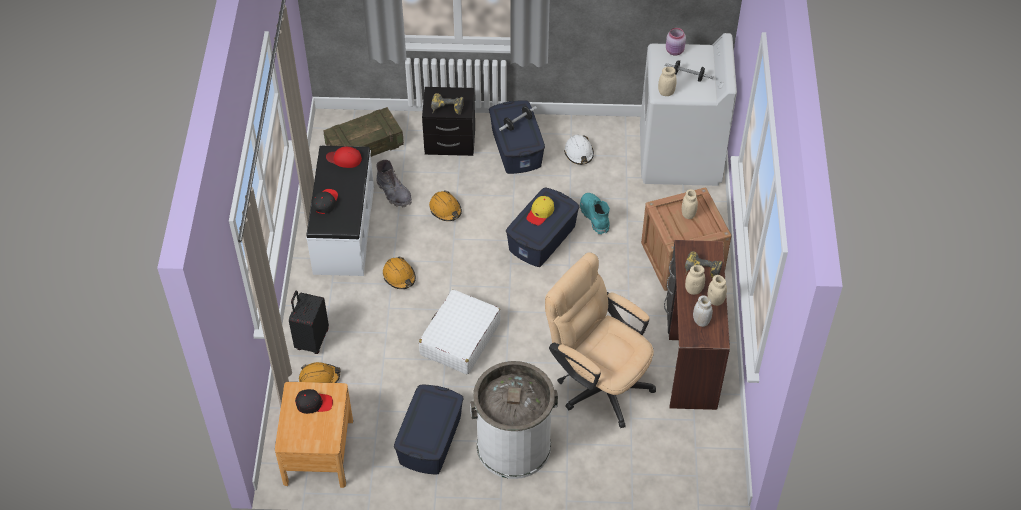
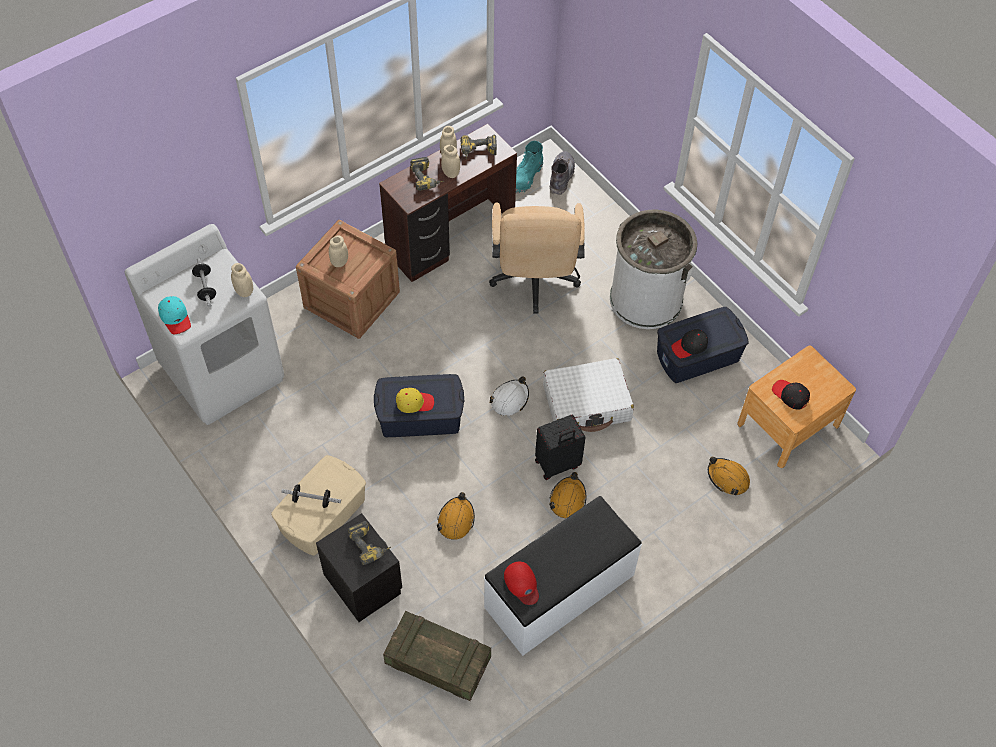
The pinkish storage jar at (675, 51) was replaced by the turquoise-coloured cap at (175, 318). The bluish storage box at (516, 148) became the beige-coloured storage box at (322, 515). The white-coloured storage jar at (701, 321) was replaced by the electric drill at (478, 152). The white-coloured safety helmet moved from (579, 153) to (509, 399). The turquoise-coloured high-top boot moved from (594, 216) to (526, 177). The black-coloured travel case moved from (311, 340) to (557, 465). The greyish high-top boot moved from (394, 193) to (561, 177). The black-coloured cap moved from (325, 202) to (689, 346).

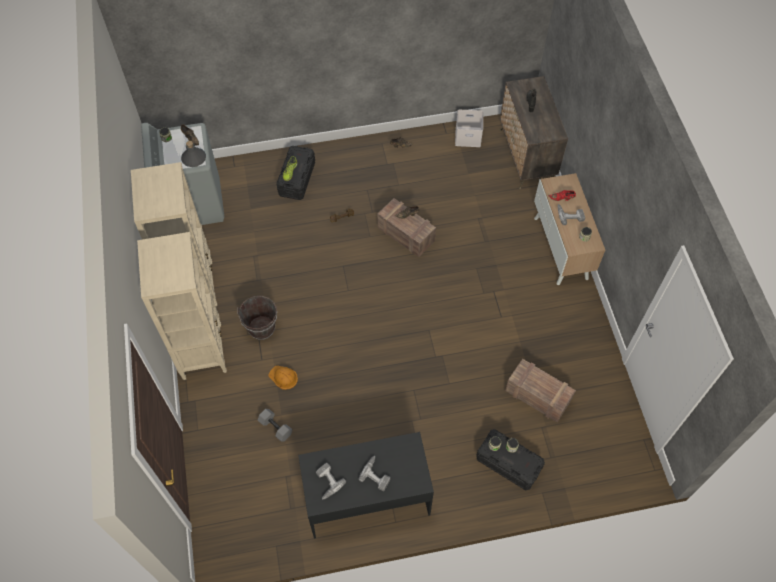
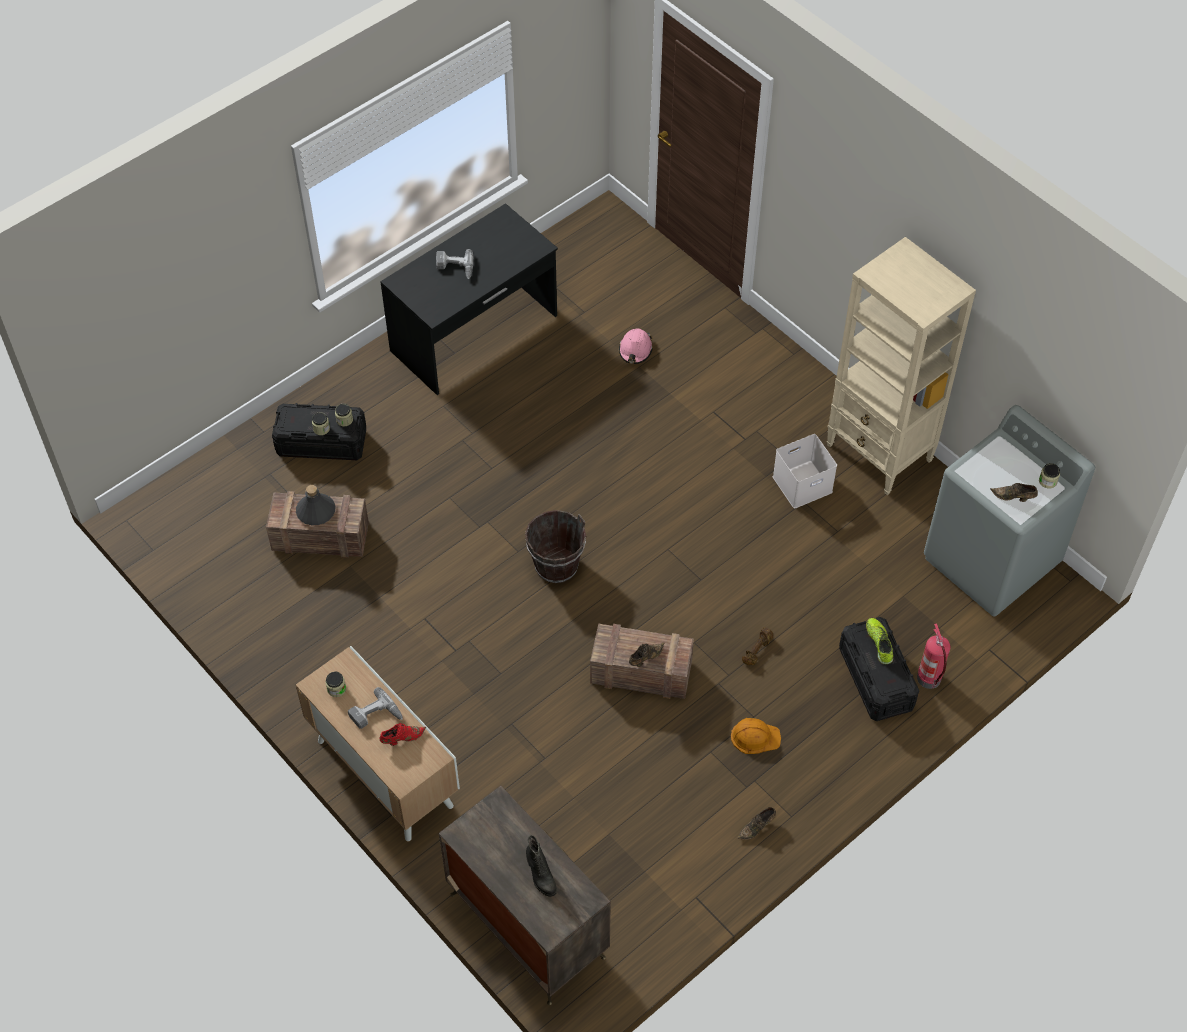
The greyish beverage bottle moved from (194, 159) to (315, 511). The brown bucket moved from (261, 328) to (556, 565). The greyish free weight at (275, 428) was replaced by the pinkish safety helmet at (635, 350). The orange safety helmet moved from (283, 377) to (755, 737). The white-coloured storage box moved from (468, 136) to (802, 485). The fire-fighting cylinder at (929, 679) appeared. The beige-coloured shelving unit at (202, 351) disappeared. The electric drill at (326, 482) disappeared.

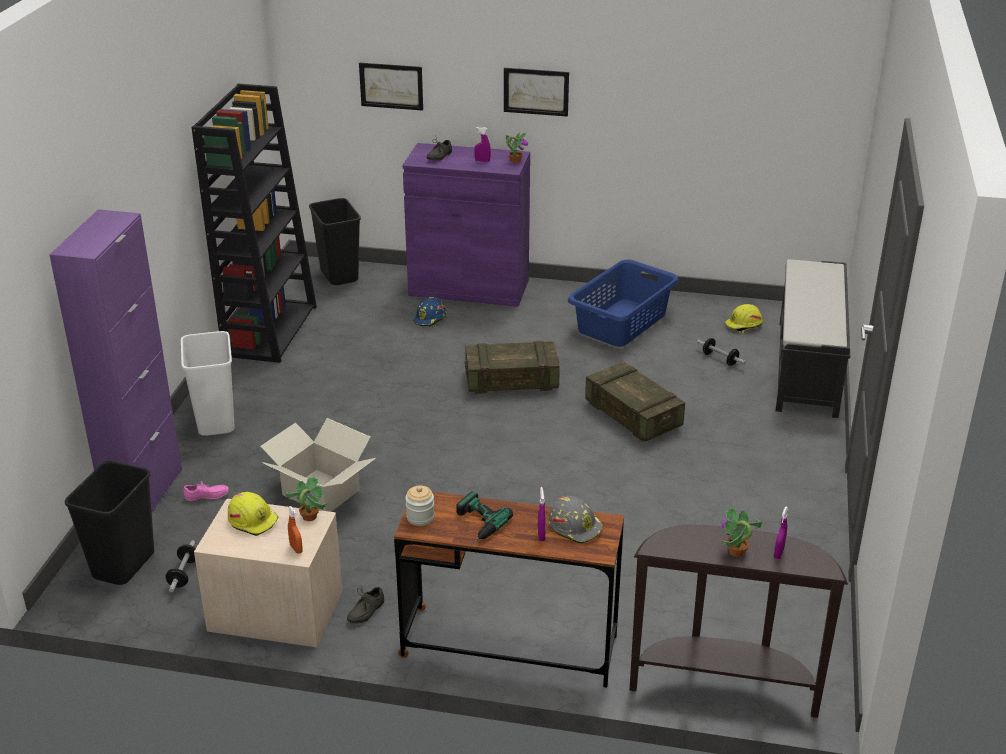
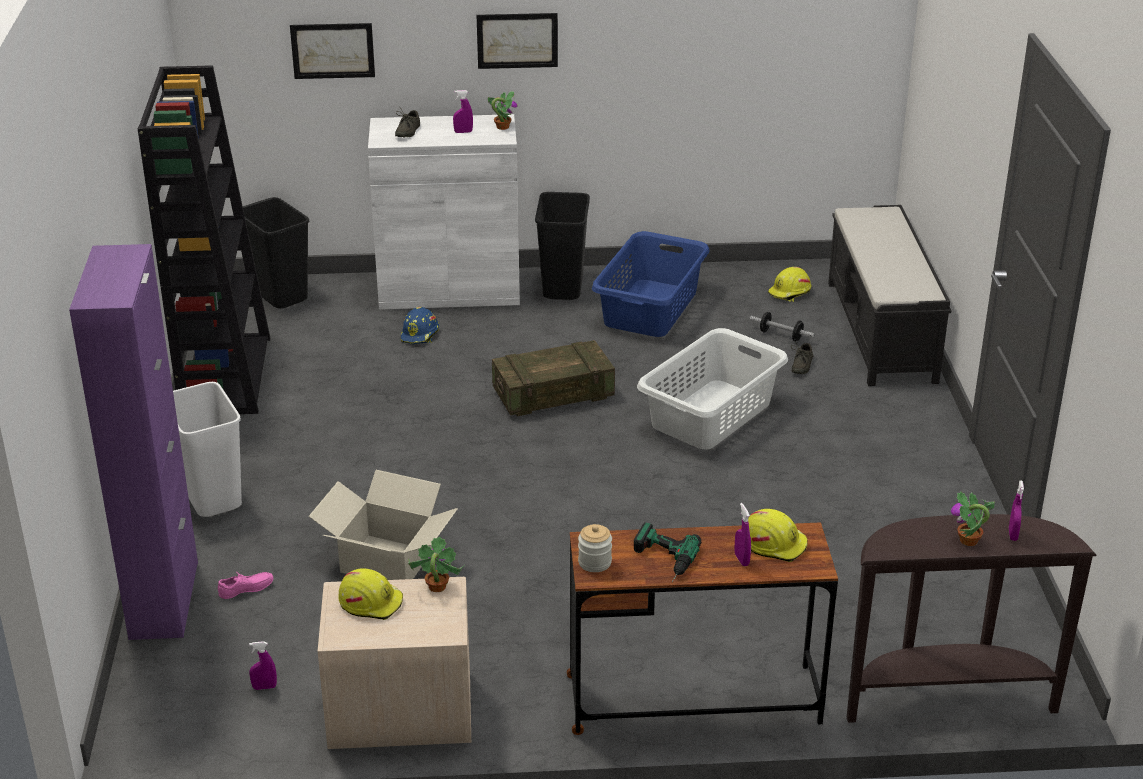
The free weight at (183, 574) was replaced by the purple hand sprayer at (264, 687). The purple cupboard at (469, 288) became the white-coloured cupboard at (449, 290). The black-coloured waste bin moved from (124, 566) to (563, 288). The crate at (633, 415) was replaced by the white-coloured washing basket at (712, 414). The greyish safety helmet at (575, 526) became the yellowish safety helmet at (774, 543). The greyish low shoe moved from (364, 611) to (800, 366). The orange hand sprayer at (296, 549) disappeared.

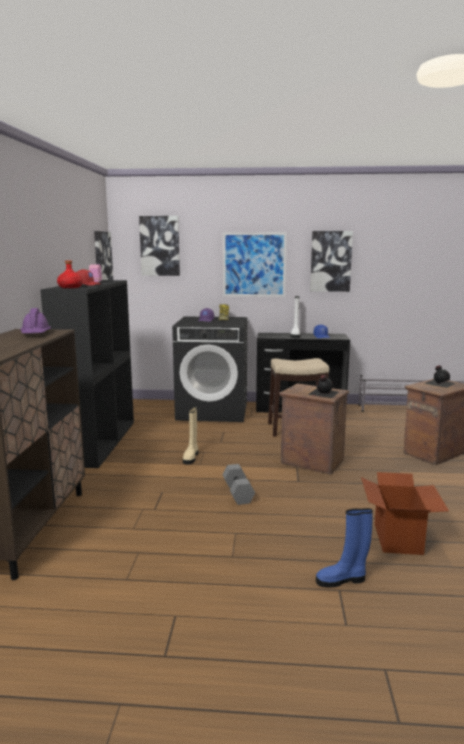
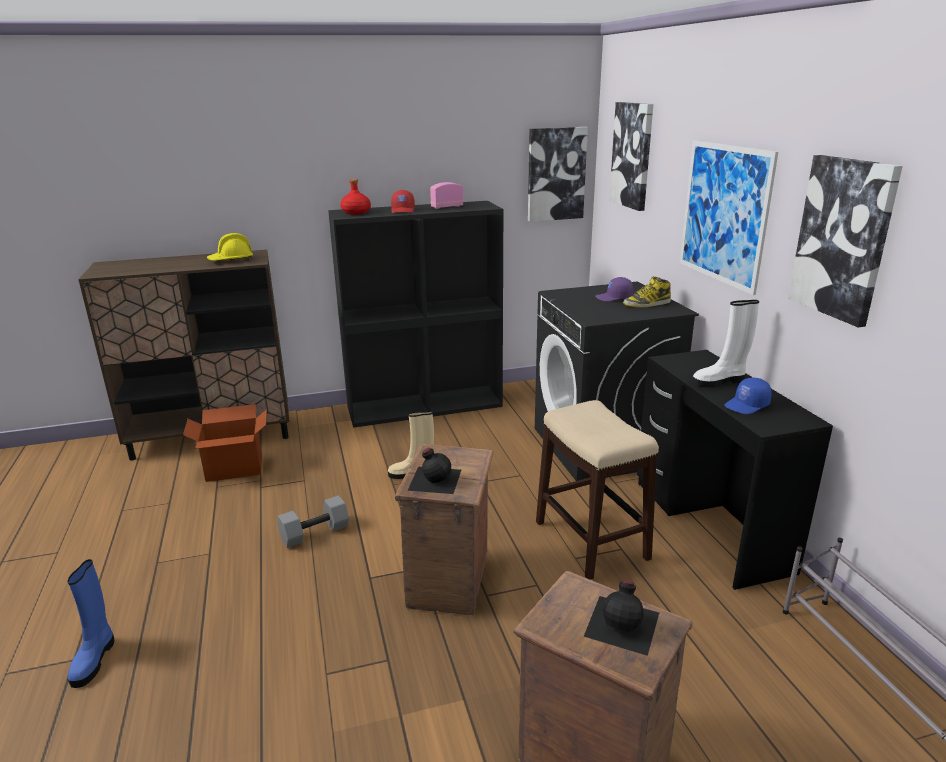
The bluish high-top boot at (342, 580) turned 150 degrees counterclockwise. The cardboard box moved from (398, 538) to (234, 469). The purple safety helmet at (36, 334) became the yellowish safety helmet at (231, 260).

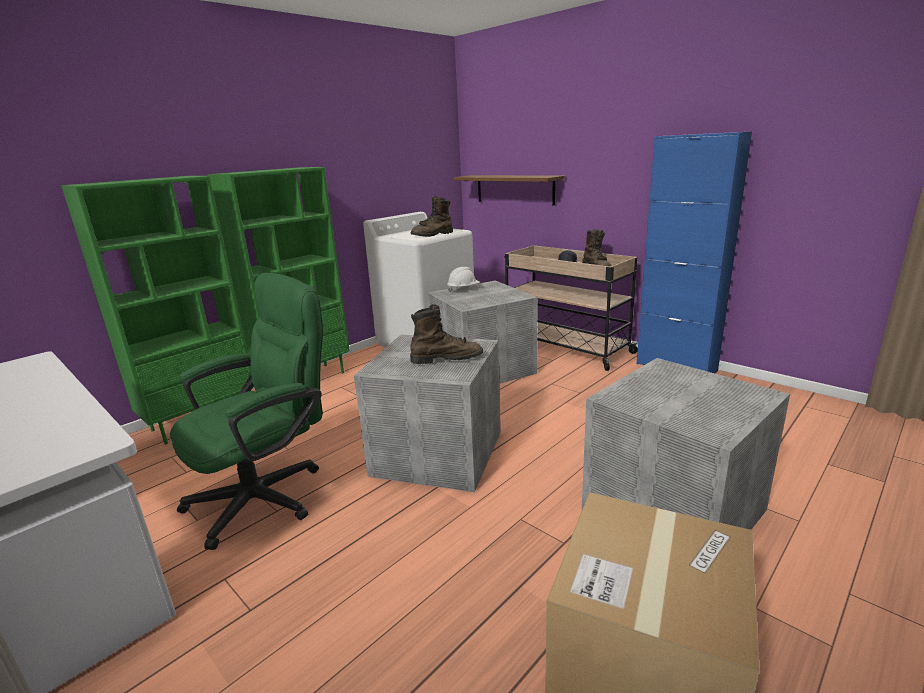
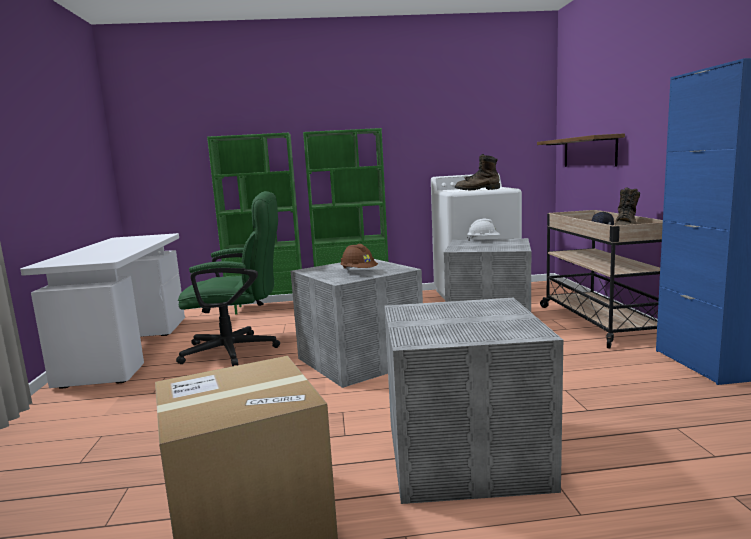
The brown high-top boot at (446, 359) was replaced by the brown safety helmet at (359, 272).

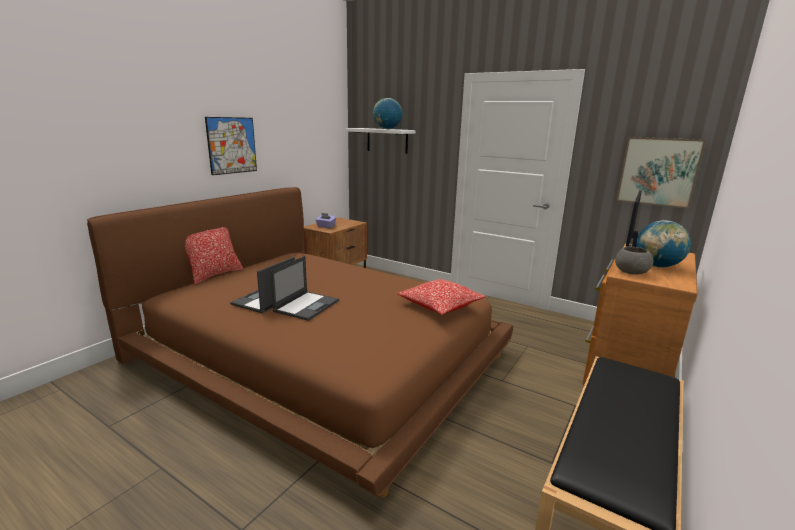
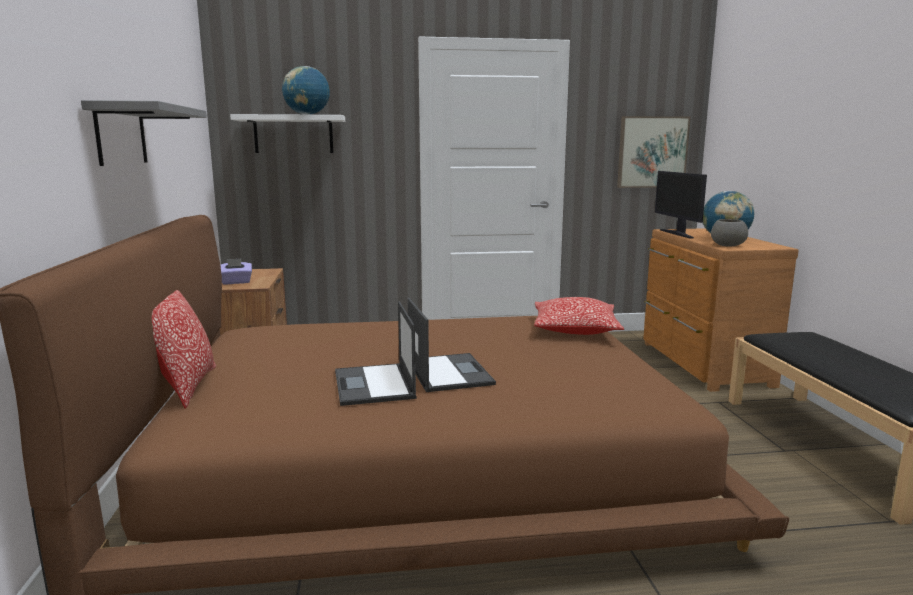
The picture at (232, 145) was replaced by the greyish bracket shelf at (121, 135).

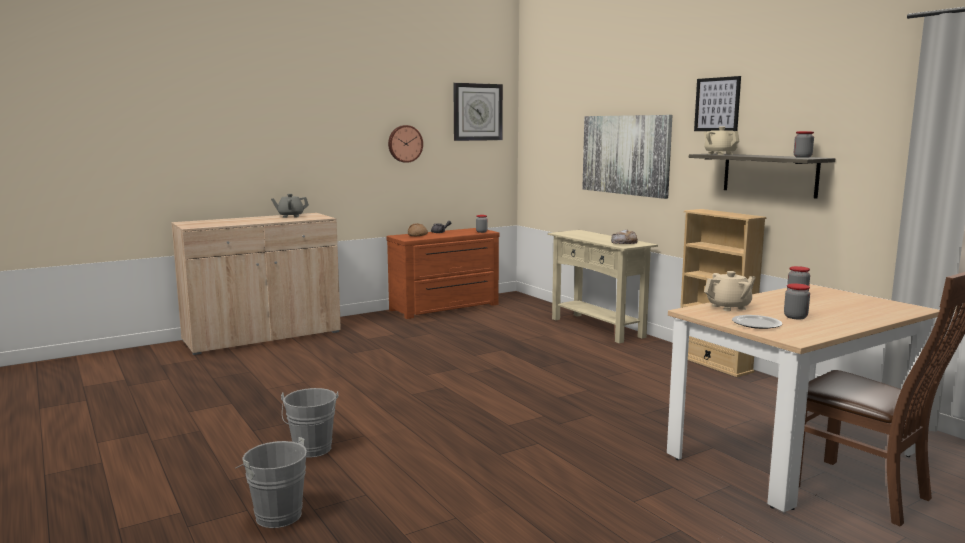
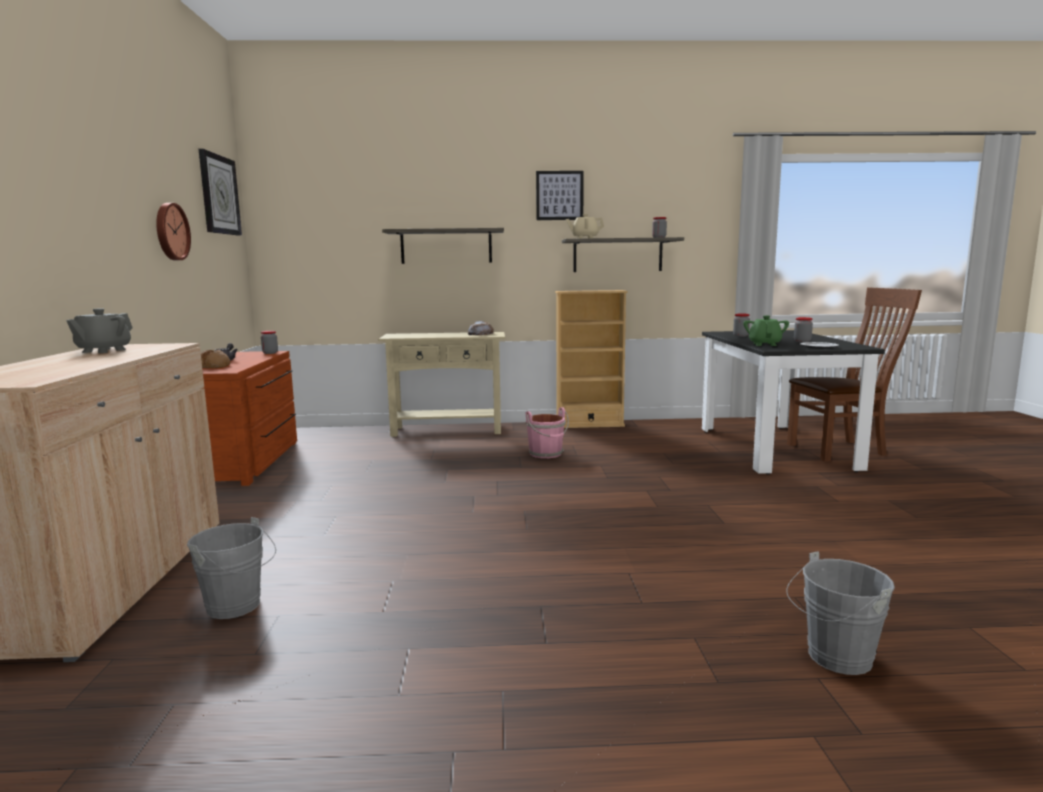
The greyish bucket moved from (311, 451) to (238, 607). The picture at (625, 155) was replaced by the bracket shelf at (446, 246). The pinkish bucket at (546, 454) appeared. The beige-coloured dining table at (792, 454) became the black-coloured dining table at (774, 448). The beige-coloured tea pot at (729, 307) became the greenish tea pot at (764, 344).

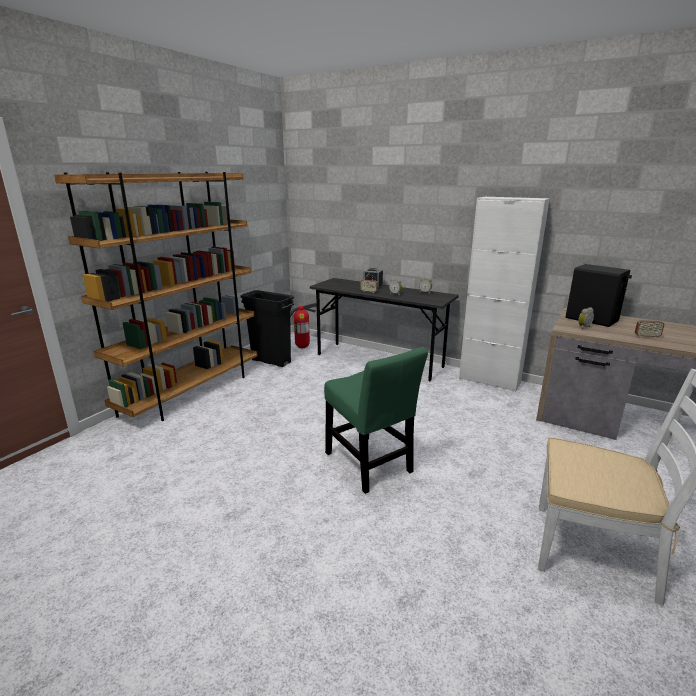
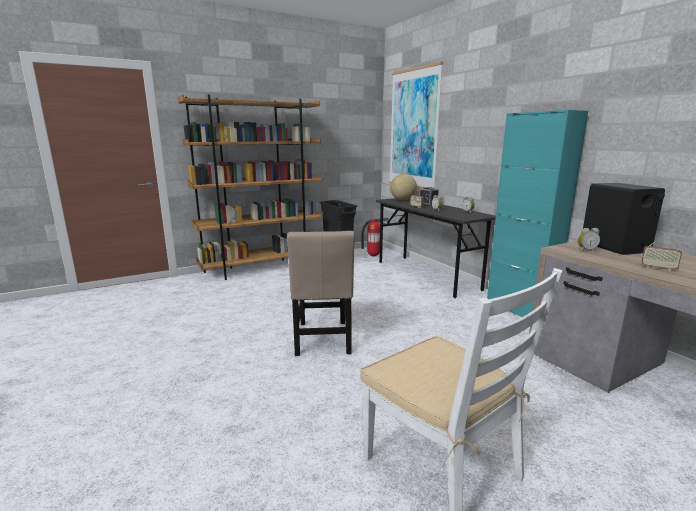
The greenish plain chair at (370, 465) became the beige-coloured plain chair at (323, 340). The picture at (414, 129) appeared. The desk globe at (402, 200) appeared. The white-coloured cupboard at (489, 380) became the turquoise-coloured cupboard at (519, 309).

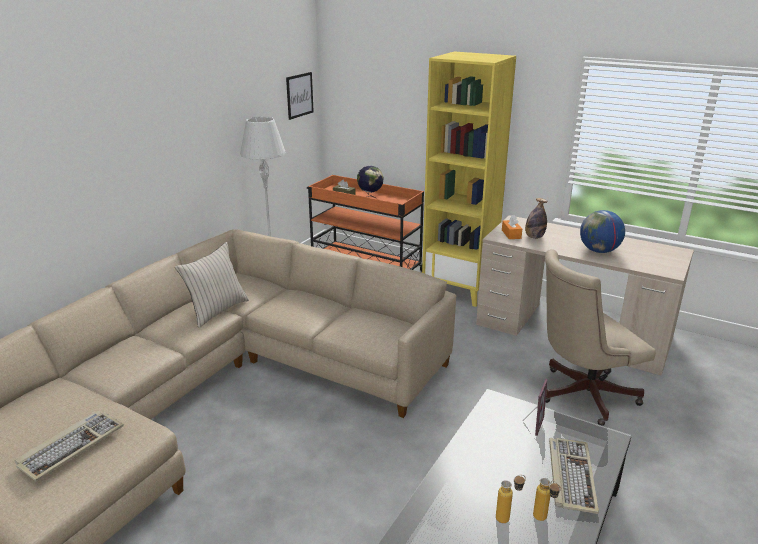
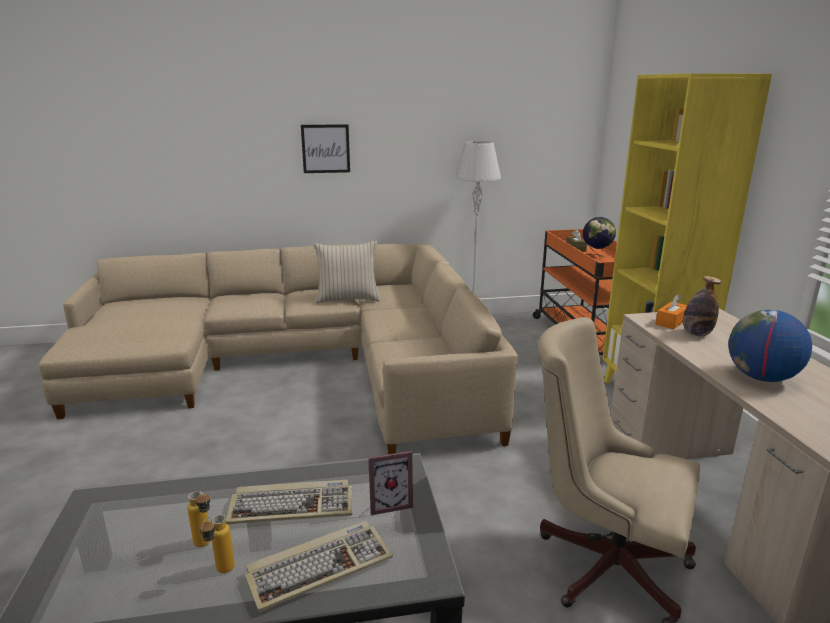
The keyboard moved from (71, 446) to (293, 505). The picture moved from (299, 95) to (325, 148).

